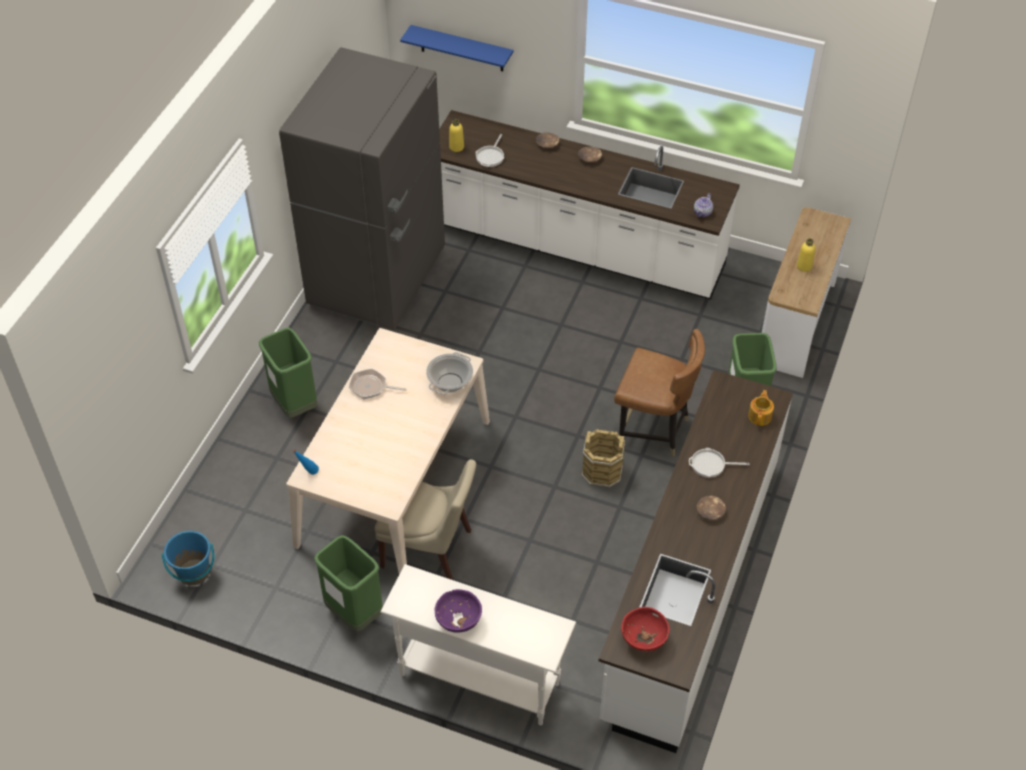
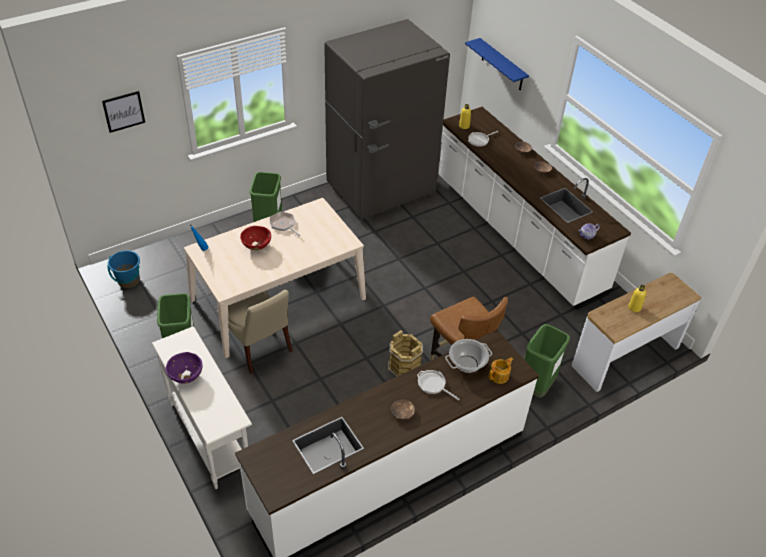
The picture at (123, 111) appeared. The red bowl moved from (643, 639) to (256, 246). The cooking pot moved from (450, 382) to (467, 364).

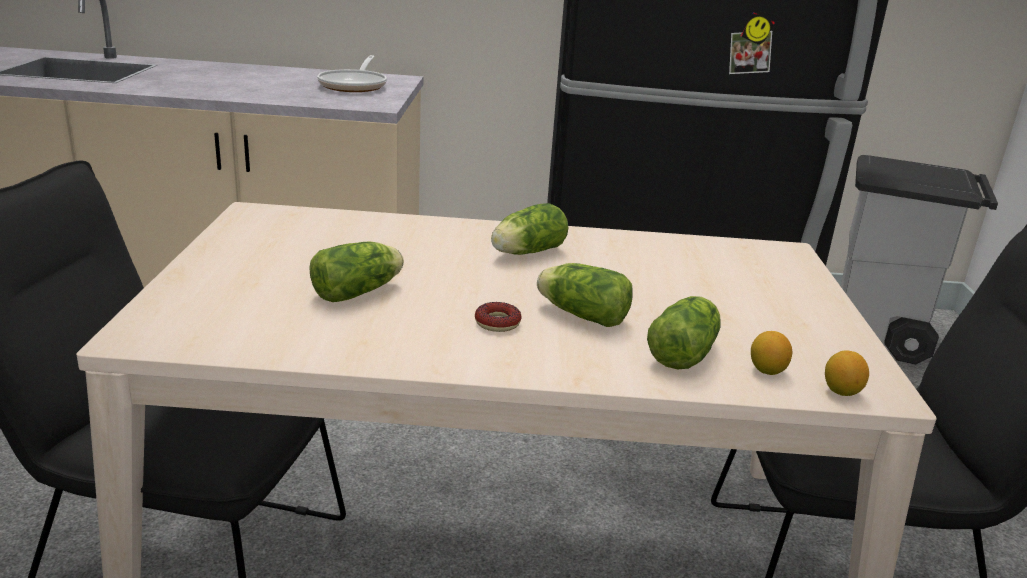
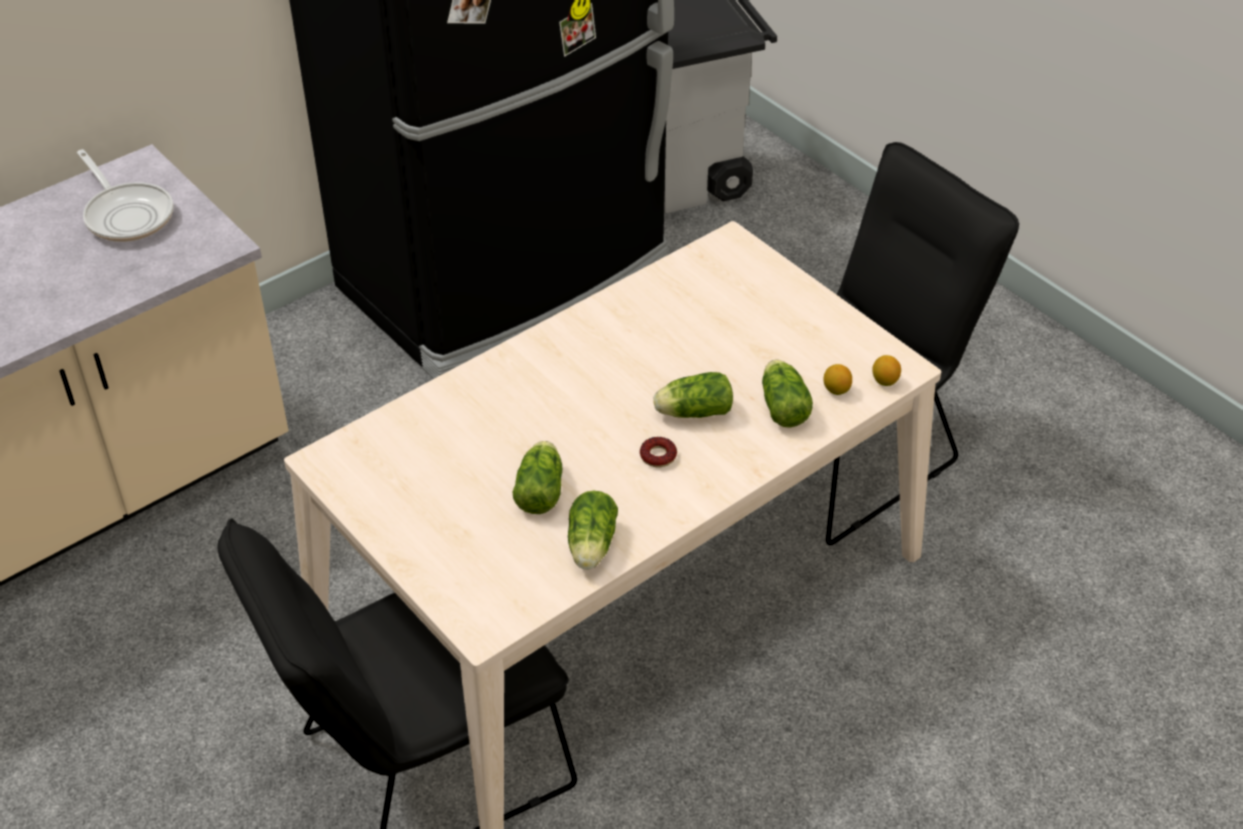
The head of lettuce moved from (525, 252) to (591, 547).

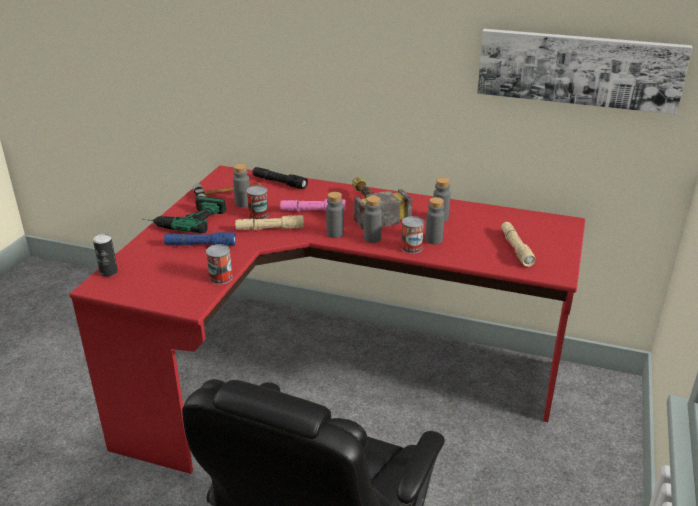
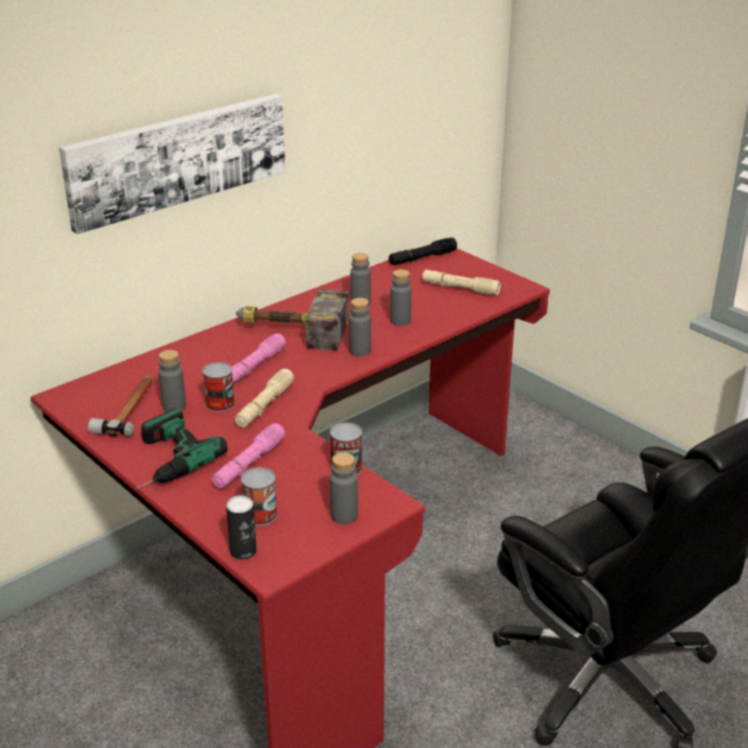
The picture moved from (578, 69) to (177, 159). The bluish hand torch at (200, 245) became the pinkish hand torch at (249, 464). The metal can moved from (411, 248) to (260, 515). The greyish beverage bottle moved from (335, 234) to (344, 516). The black-coloured hand torch moved from (279, 182) to (422, 258).

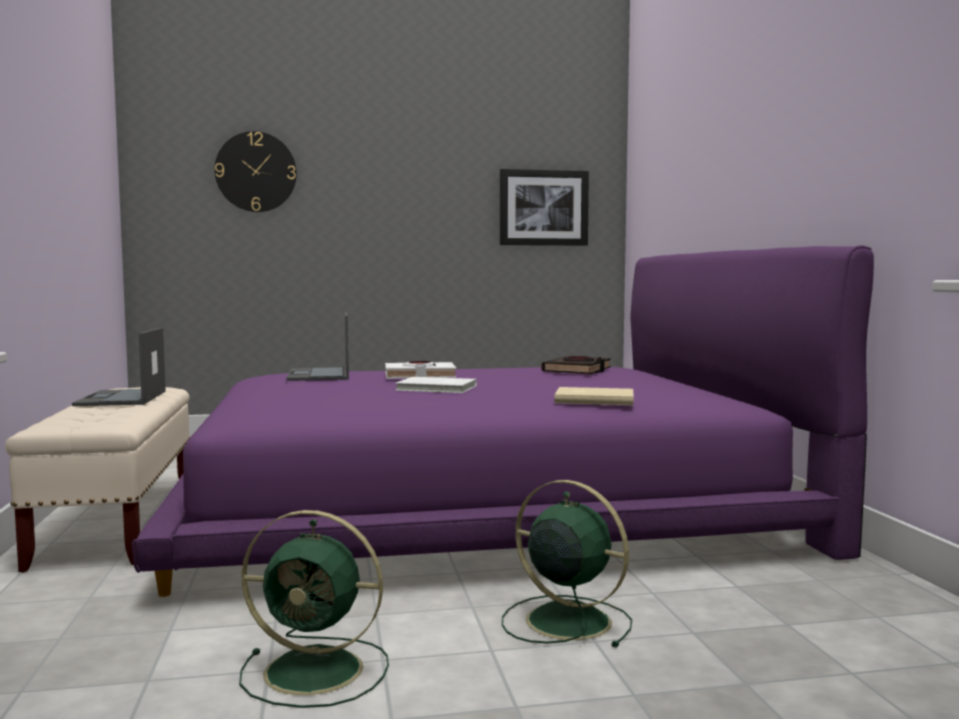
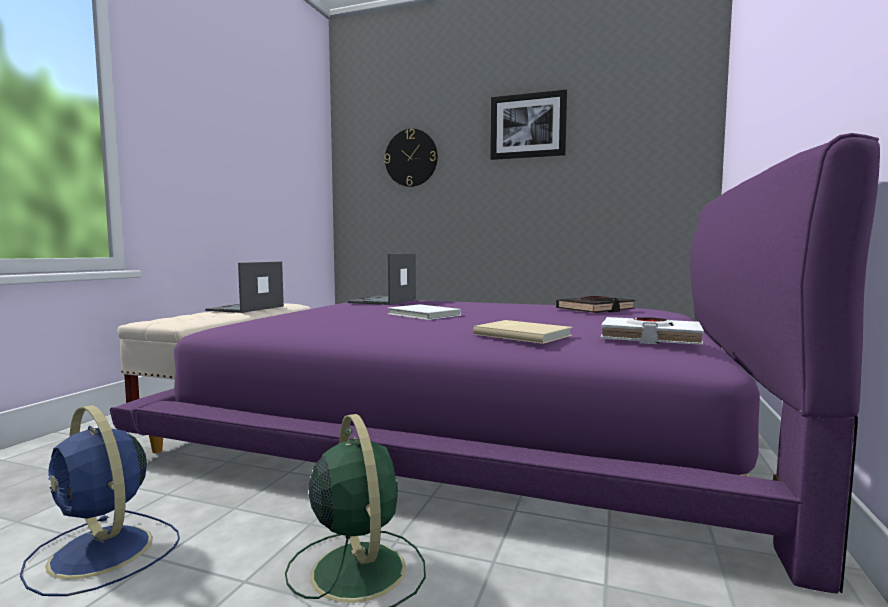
The greenish electric fan at (318, 671) became the bluish electric fan at (103, 553). The picture moved from (543, 208) to (528, 126). The white-coloured book moved from (419, 376) to (650, 338).

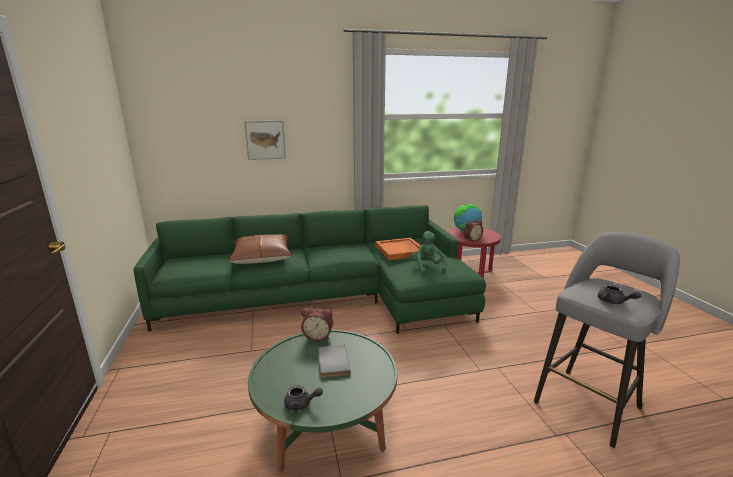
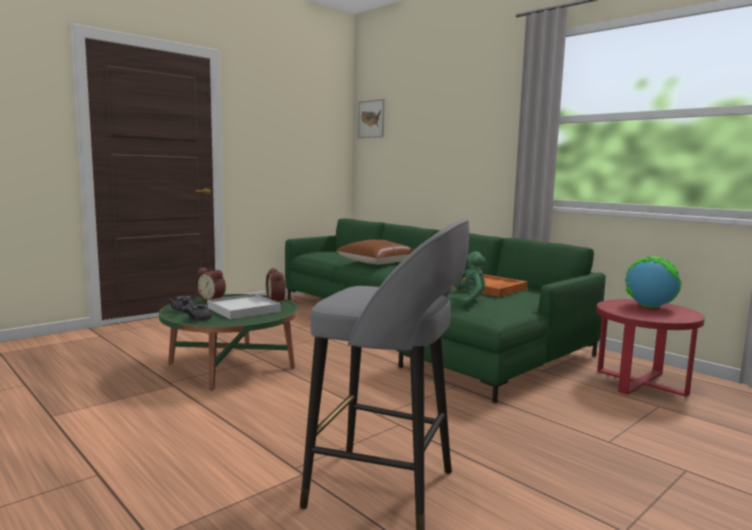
The greyish tea pot moved from (614, 302) to (196, 320). The bedside clock moved from (471, 239) to (212, 299). The greyish book at (332, 362) was replaced by the white-coloured tray at (243, 309). The picture moved from (265, 140) to (371, 119).

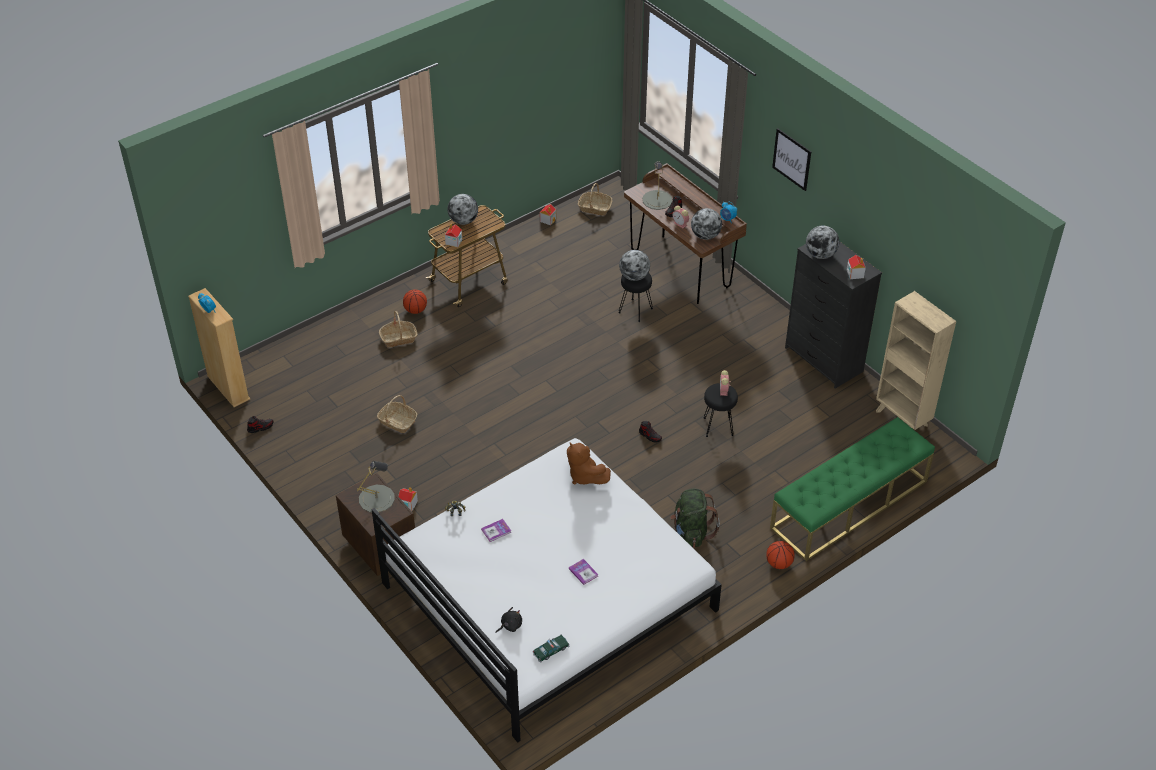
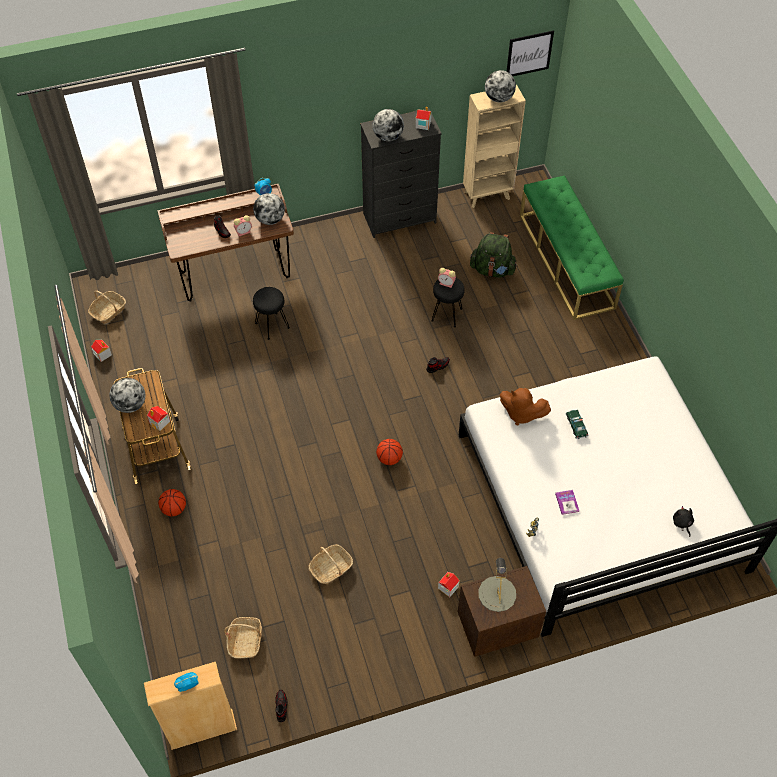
The storage basket moved from (398, 338) to (245, 641). The basketball moved from (779, 564) to (389, 459). The greenish backpack moved from (691, 532) to (492, 270). The desk globe moved from (634, 276) to (499, 98). The brown soft toy at (584, 476) turned 45 degrees clockwise. The picture moved from (792, 159) to (529, 53). The model car moved from (551, 650) to (576, 426). The book at (583, 572) disappeared. The greyish tabletop lamp at (657, 200) disappeared.

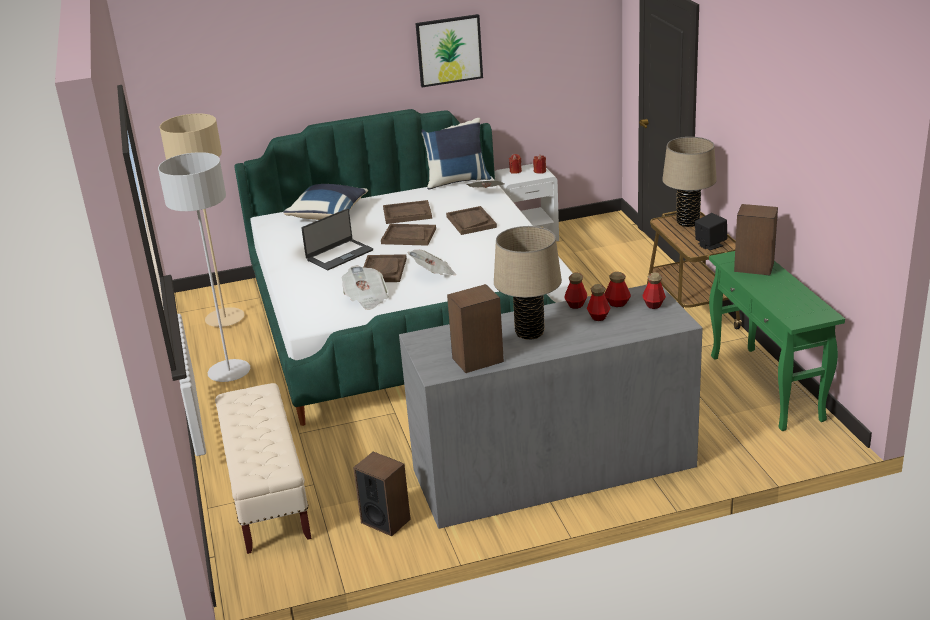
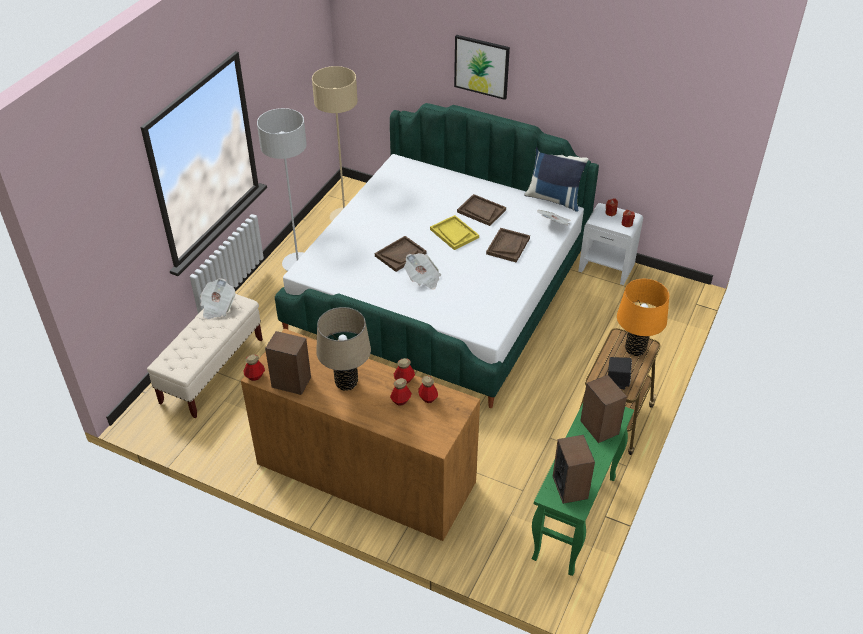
The daily paper moved from (366, 299) to (217, 307). The greyish drawer chest at (553, 468) became the brown drawer chest at (365, 473). The beverage bottle moved from (653, 305) to (255, 376). The brown tray at (408, 236) became the yellowish tray at (454, 233). The picture moved from (449, 50) to (481, 66). The loudspeaker moved from (385, 520) to (570, 487). The beige-coloured tabletop lamp at (688, 222) became the orange tabletop lamp at (635, 349). The bluish cushion at (329, 214) disappeared. The laptop at (339, 255) disappeared.

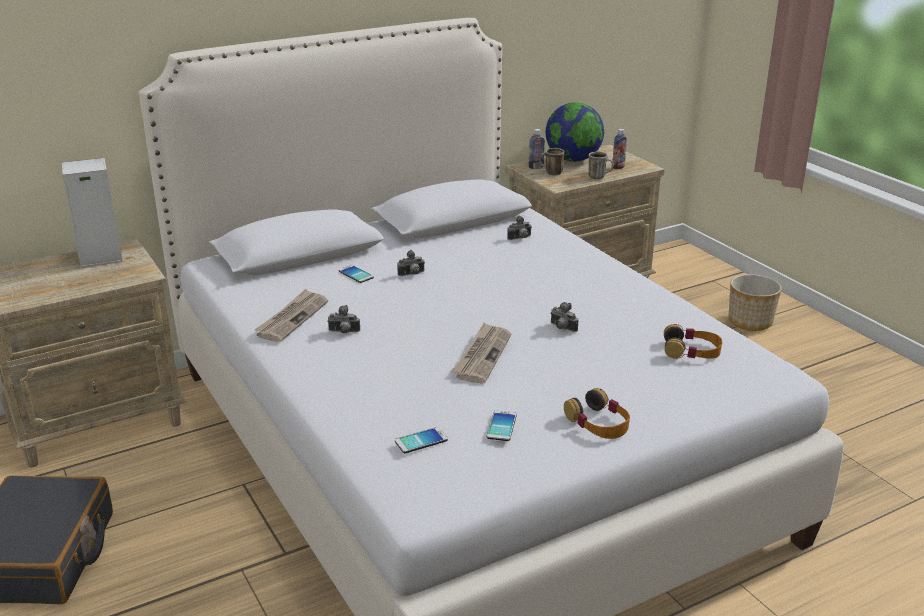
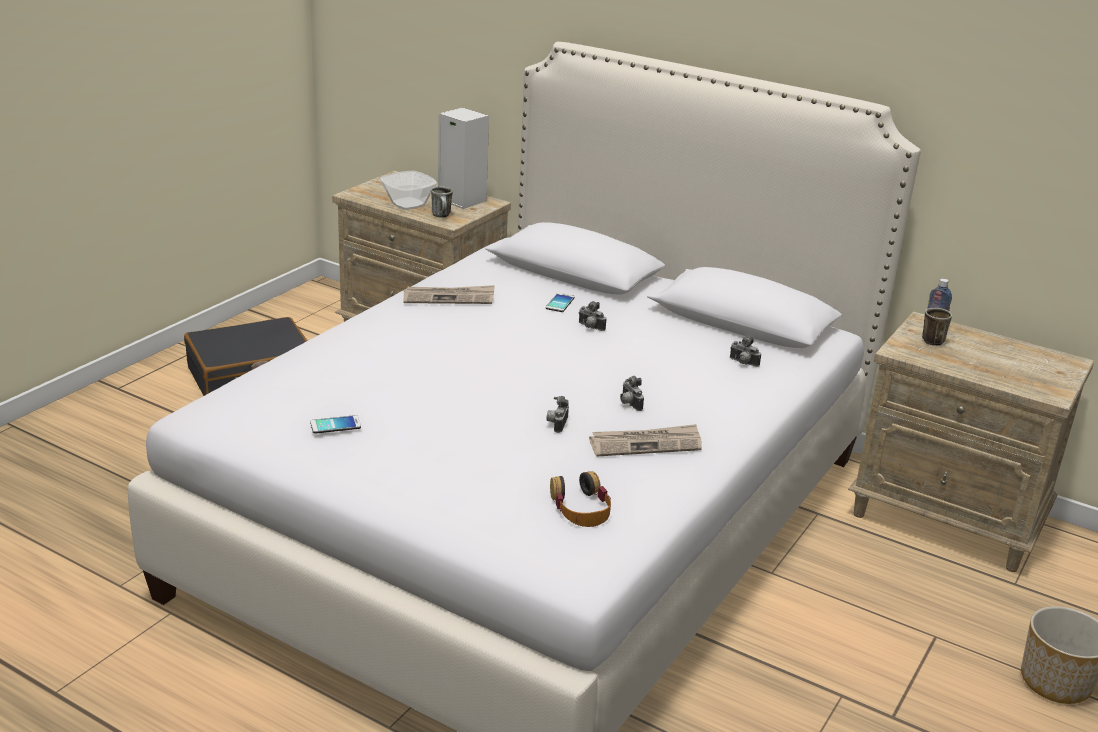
The bowl at (409, 204) appeared. The mug moved from (599, 177) to (442, 216). The daily paper moved from (482, 355) to (646, 444). The still camera moved from (344, 332) to (629, 404). The phone at (421, 441) disappeared. The desk globe at (573, 160) disappeared. The headphones at (598, 423) disappeared. The beverage bottle at (618, 167) disappeared.

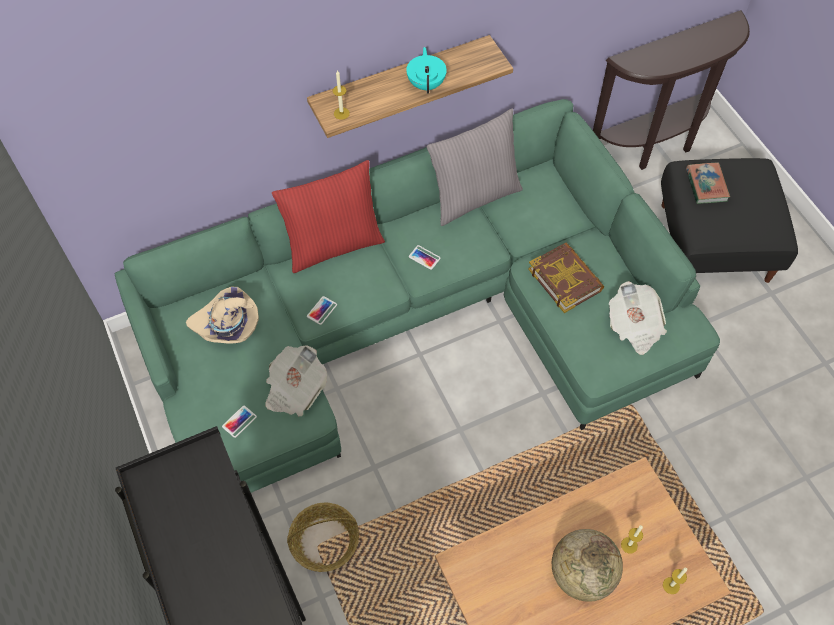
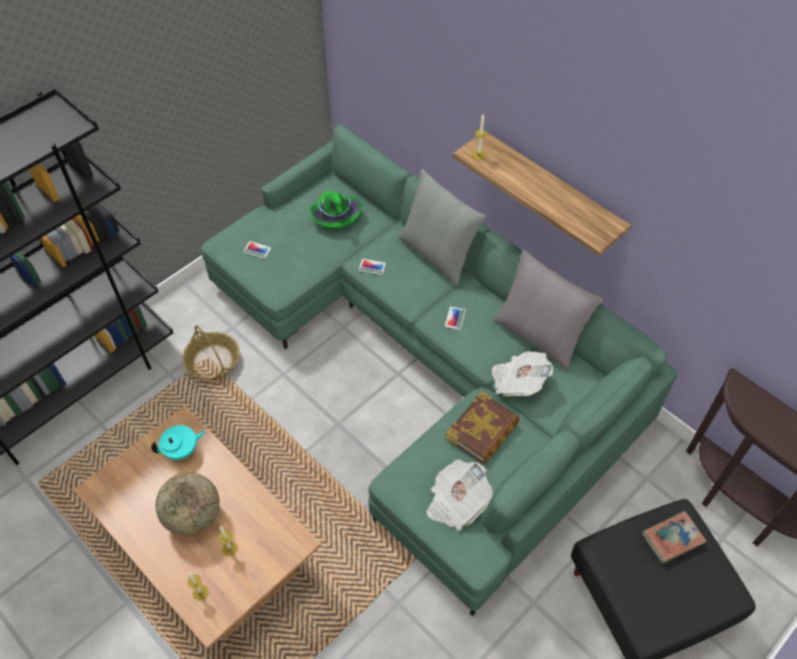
The turquoise-coloured tea pot moved from (426, 84) to (182, 450). The beige-coloured clothing hat at (227, 324) became the greenish clothing hat at (335, 215). The red cushion at (333, 244) became the greyish cushion at (438, 254). The daily paper moved from (295, 389) to (518, 381).

